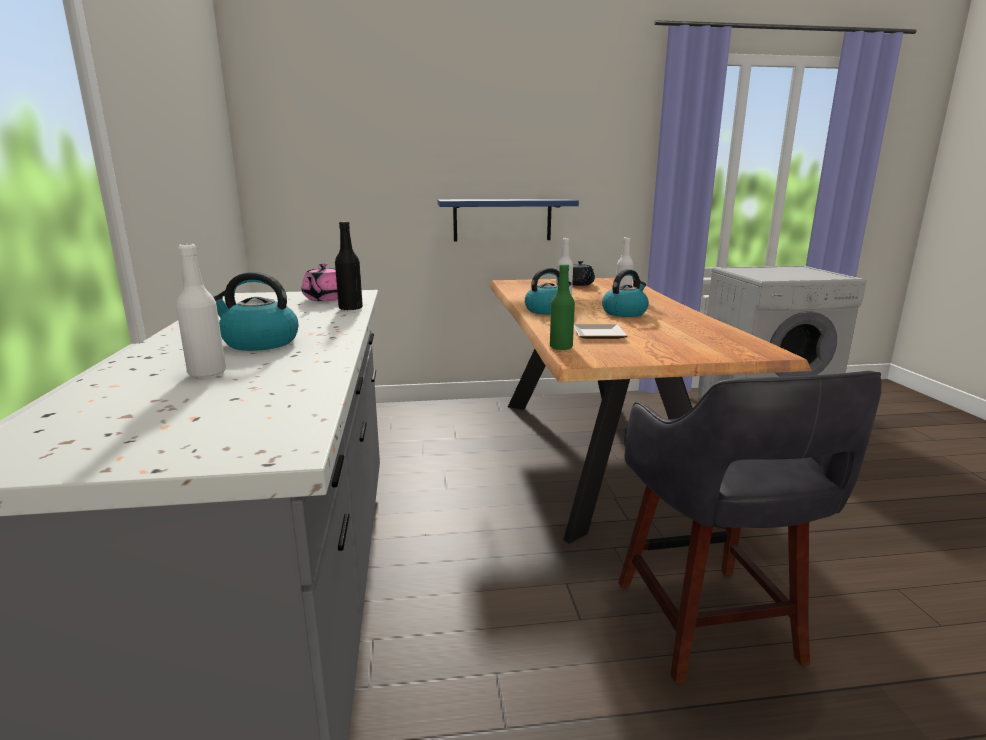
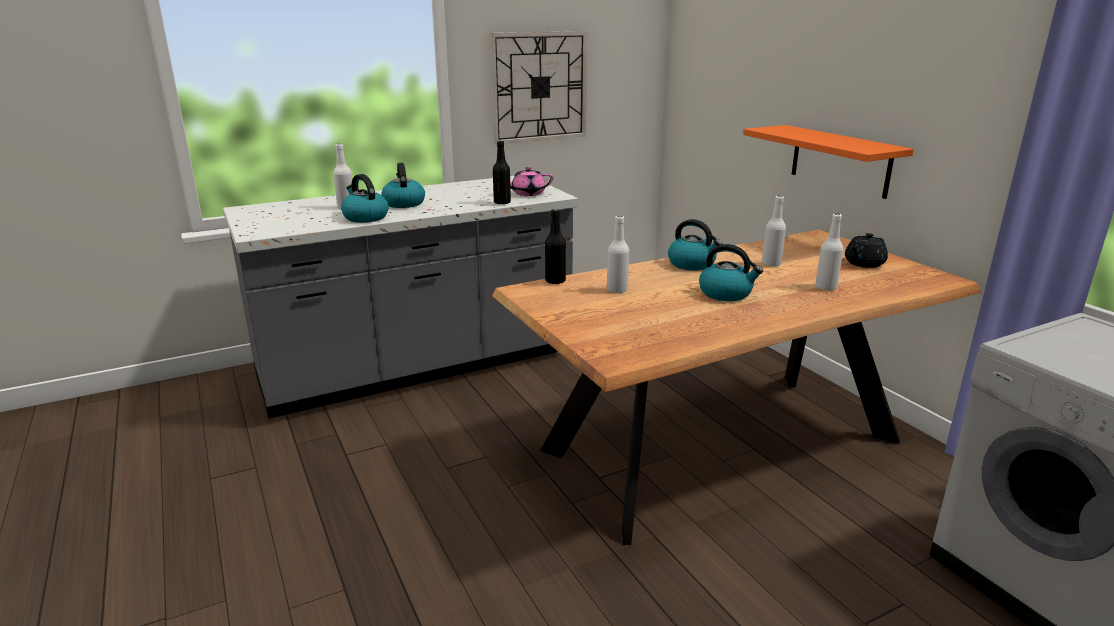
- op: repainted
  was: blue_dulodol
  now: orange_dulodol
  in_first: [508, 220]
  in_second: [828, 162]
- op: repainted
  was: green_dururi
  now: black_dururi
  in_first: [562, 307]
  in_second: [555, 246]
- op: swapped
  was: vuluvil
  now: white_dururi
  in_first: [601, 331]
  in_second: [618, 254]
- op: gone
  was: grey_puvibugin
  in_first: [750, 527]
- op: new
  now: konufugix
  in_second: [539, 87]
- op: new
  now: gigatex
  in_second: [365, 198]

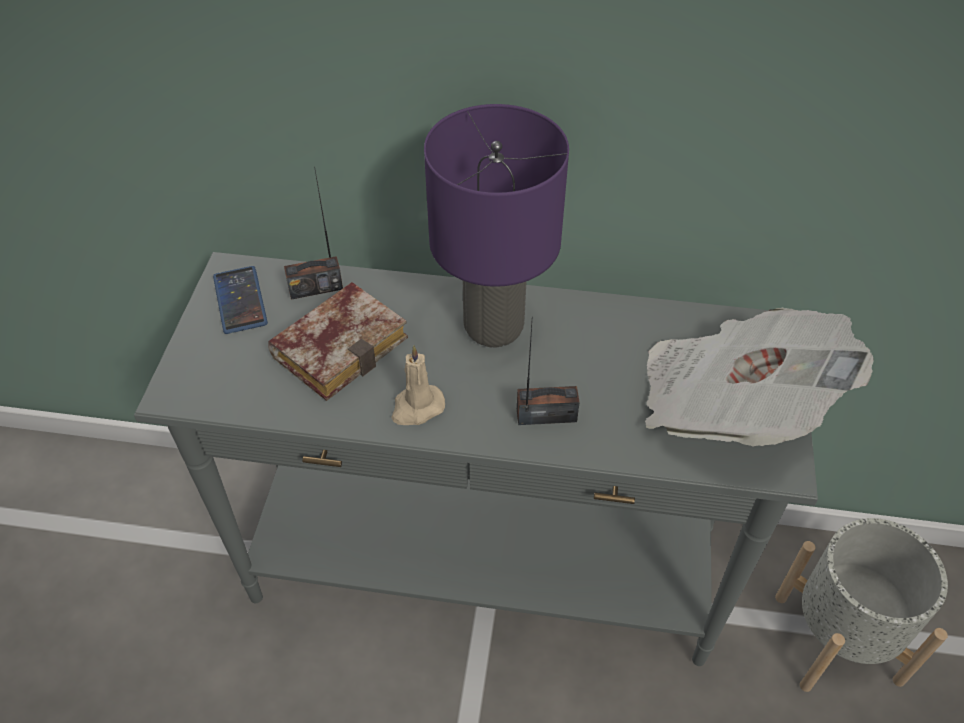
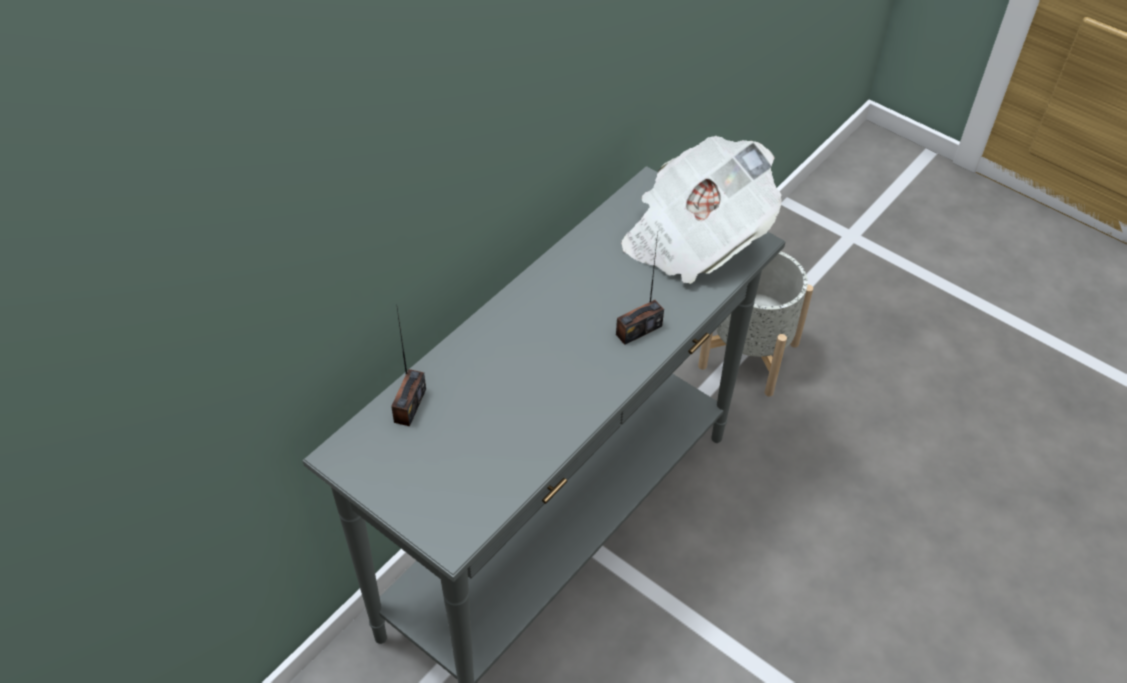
- op: gone
  was: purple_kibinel
  in_first: [496, 226]
- op: gone
  was: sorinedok
  in_first: [240, 300]
- op: gone
  was: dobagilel
  in_first: [338, 341]
- op: rotated
  was: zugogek
  in_first: [548, 374]
  in_second: [640, 288]
  clockwise: -150
- op: gone
  was: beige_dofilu
  in_first: [418, 385]

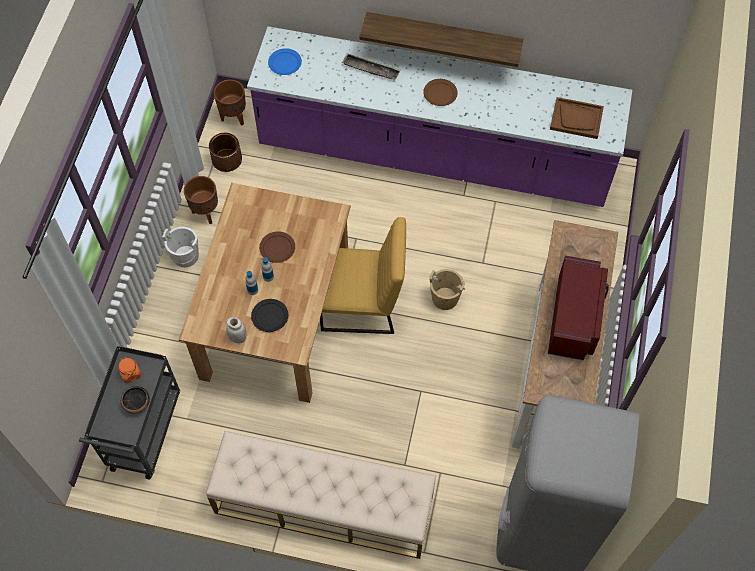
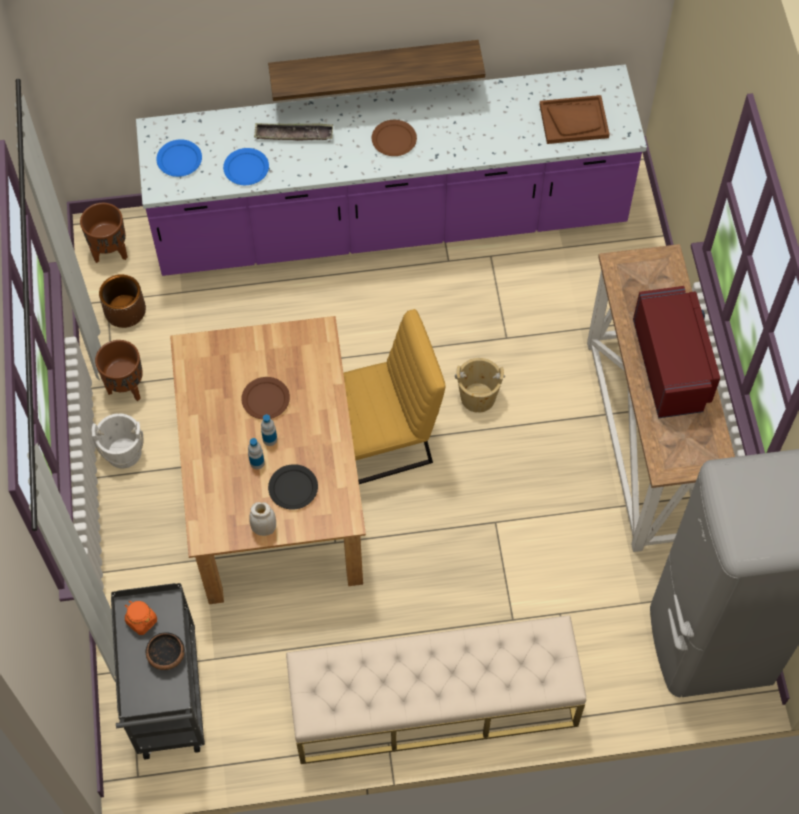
- op: new
  now: blue_vuluvil
  in_second: [246, 166]

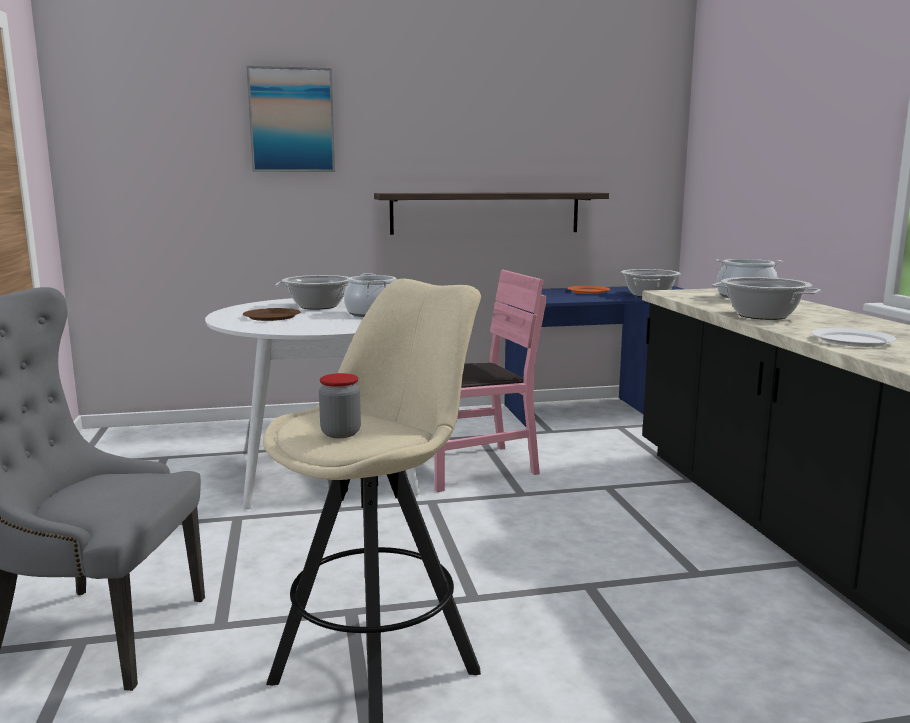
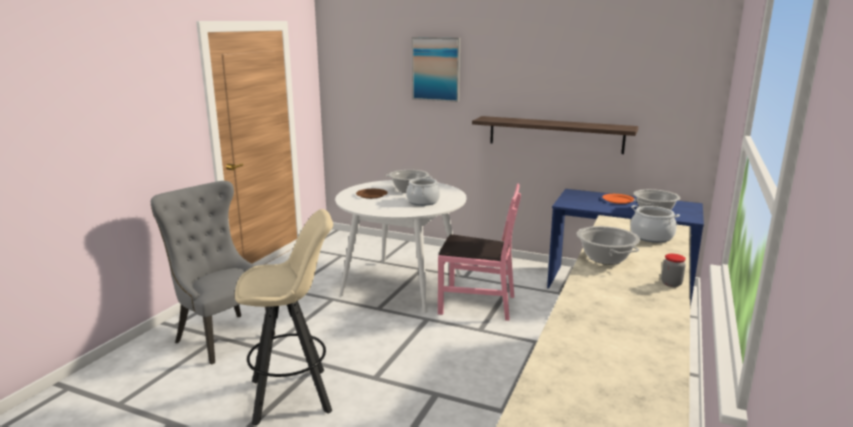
- op: gone
  was: white_vuluvil
  in_first: [854, 337]
- op: shifted
  was: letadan
  in_first: [340, 405]
  in_second: [673, 270]

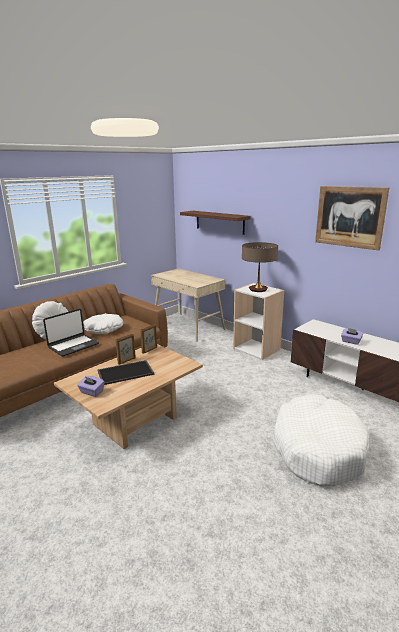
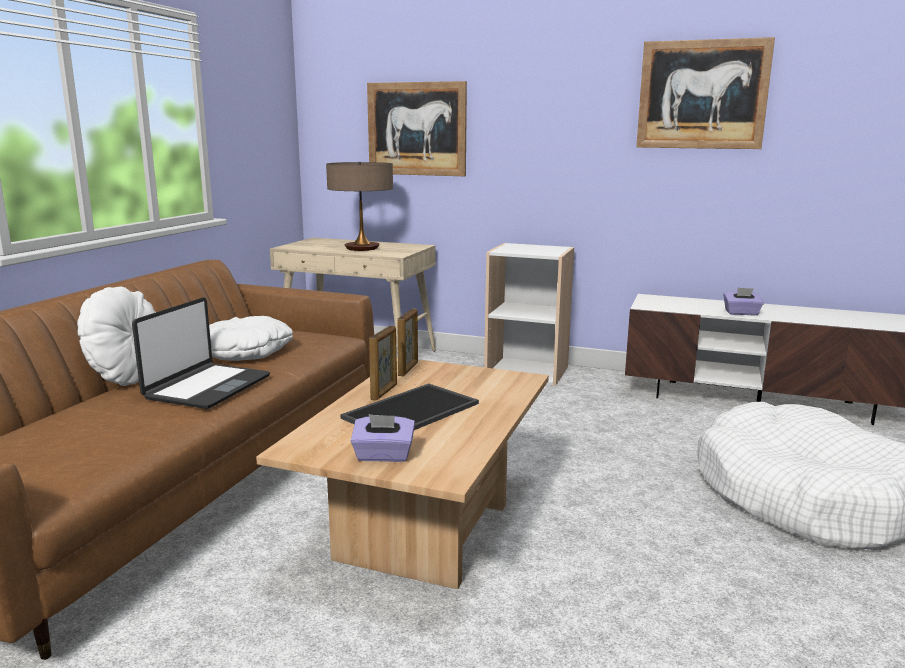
- op: swapped
  was: brown_dulodol
  now: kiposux
  in_first: [215, 223]
  in_second: [417, 128]
- op: shifted
  was: kibinel
  in_first: [260, 267]
  in_second: [359, 206]

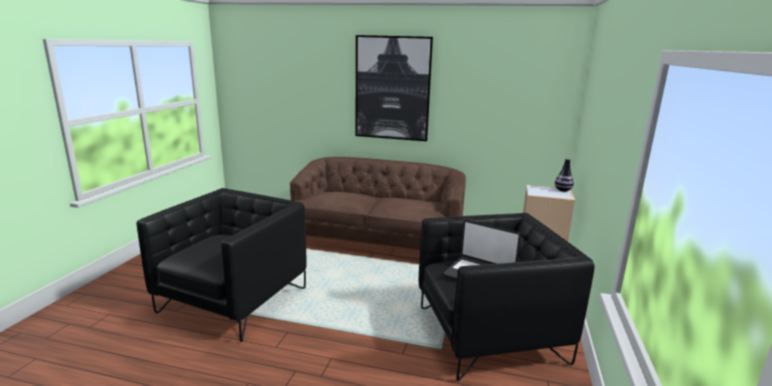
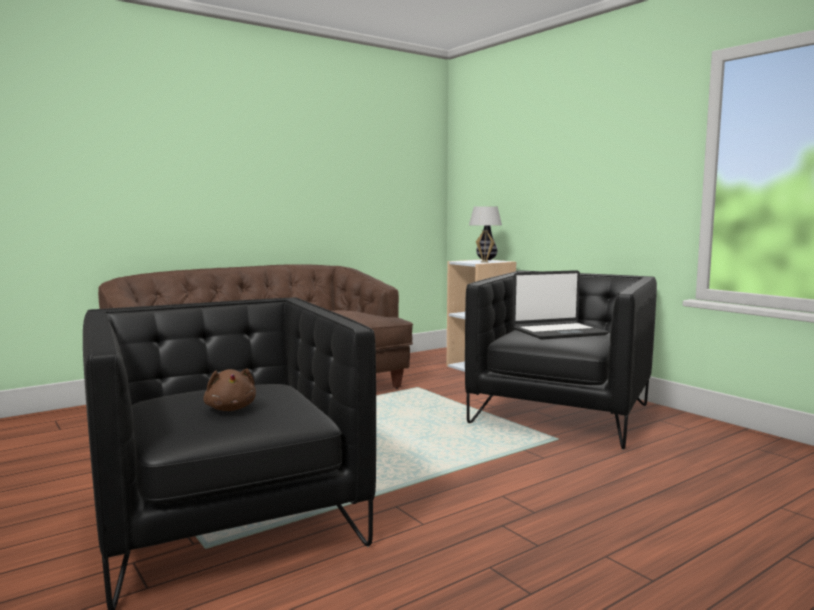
- op: gone
  was: kiposux
  in_first: [394, 88]
- op: new
  now: white_kibinel
  in_second: [485, 234]
- op: new
  now: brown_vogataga
  in_second: [229, 390]

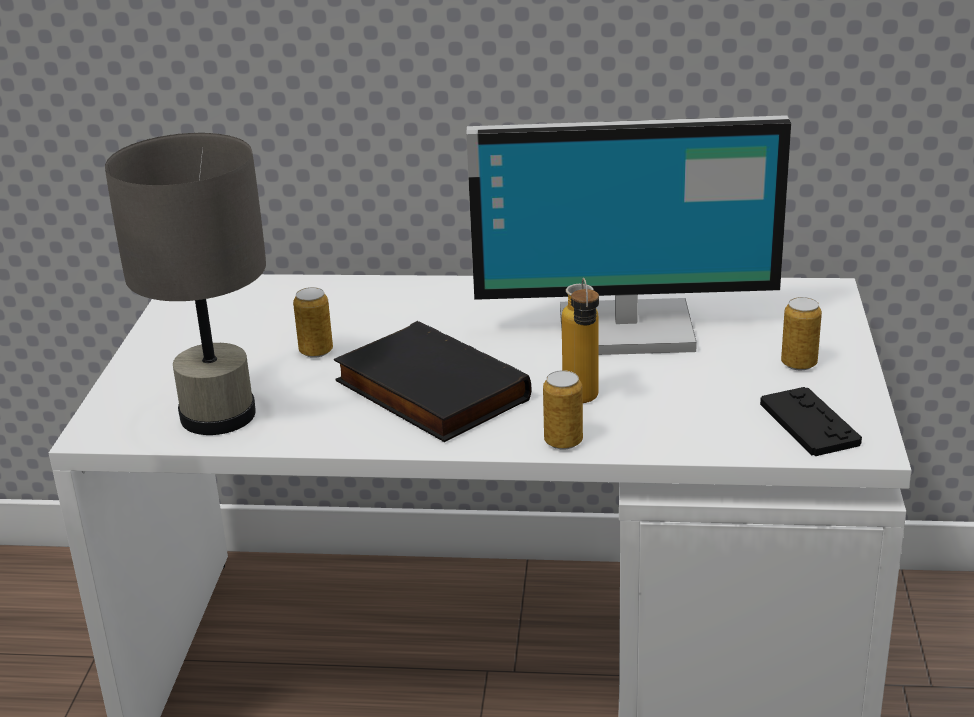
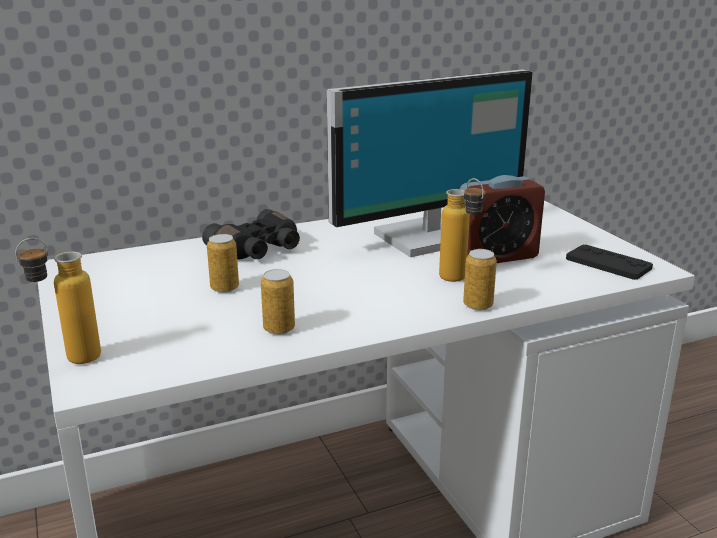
- op: gone
  was: grey_kibinel
  in_first: [185, 284]
- op: shifted
  was: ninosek
  in_first: [801, 333]
  in_second: [278, 302]
- op: gone
  was: black_dobagilel
  in_first: [432, 381]
- op: new
  now: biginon
  in_second: [502, 219]
- op: new
  now: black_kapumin
  in_second: [251, 234]
- op: new
  now: dururi
  in_second: [58, 301]

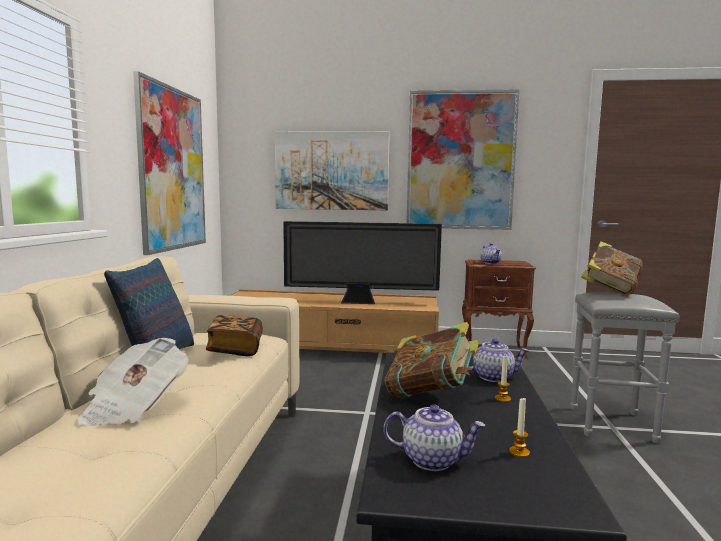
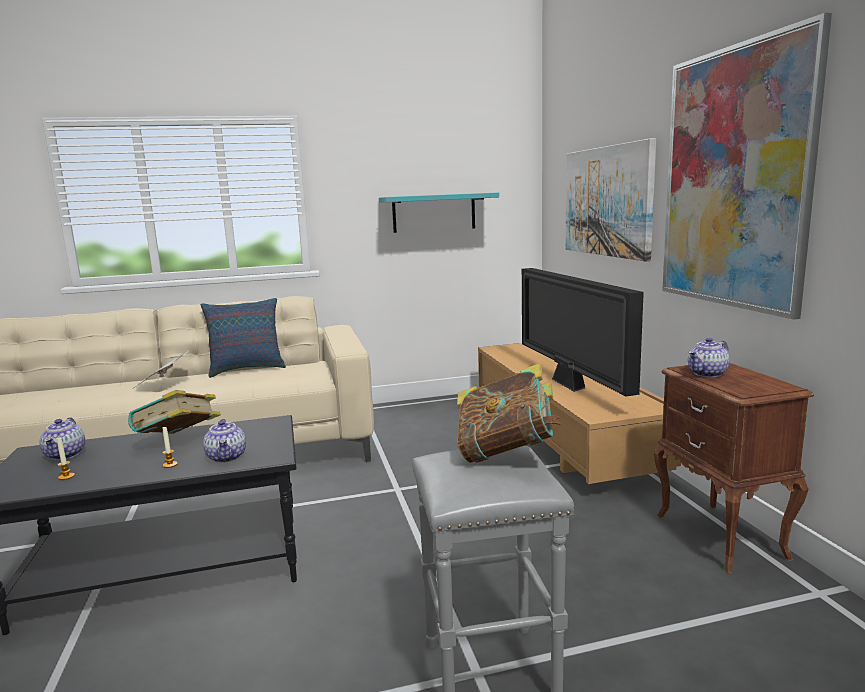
- op: swapped
  was: kiposux
  now: turquoise_dulodol
  in_first: [169, 163]
  in_second: [439, 212]
- op: gone
  was: dobagilel
  in_first: [234, 335]

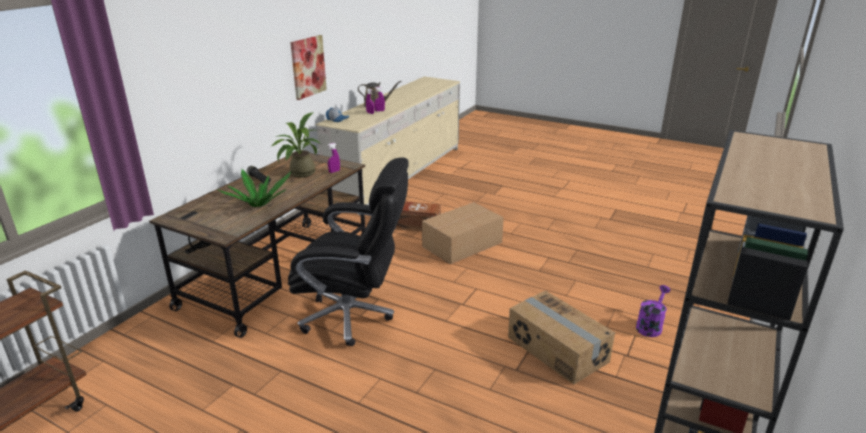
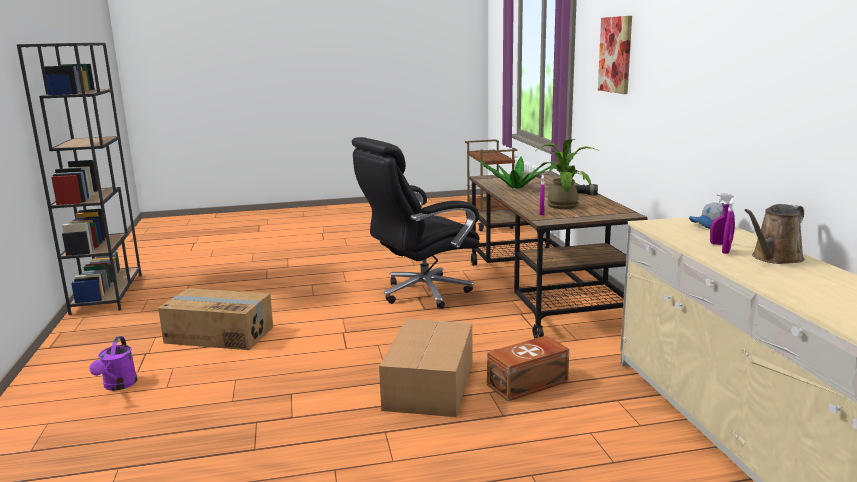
- op: shifted
  was: kiposux
  in_first: [308, 67]
  in_second: [615, 55]

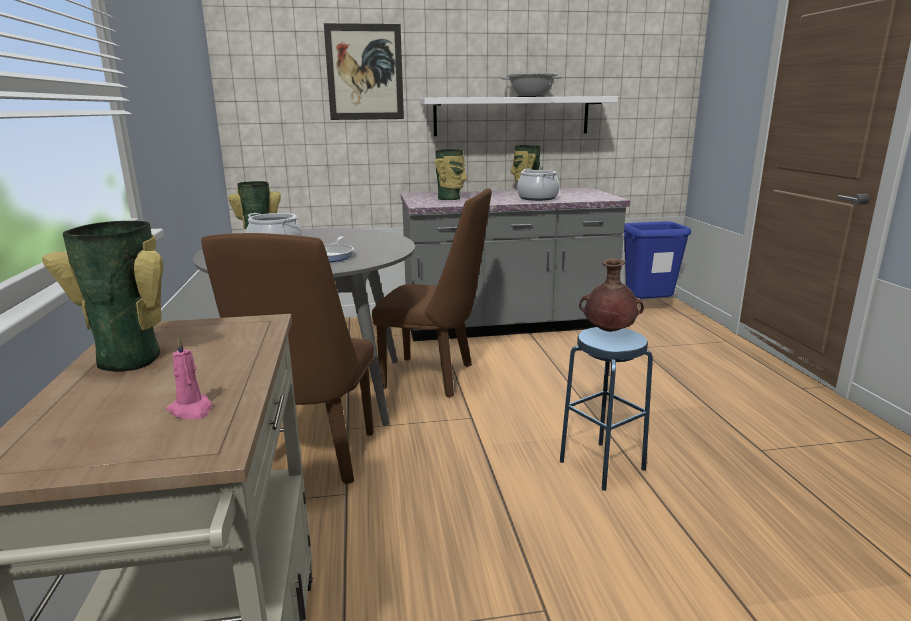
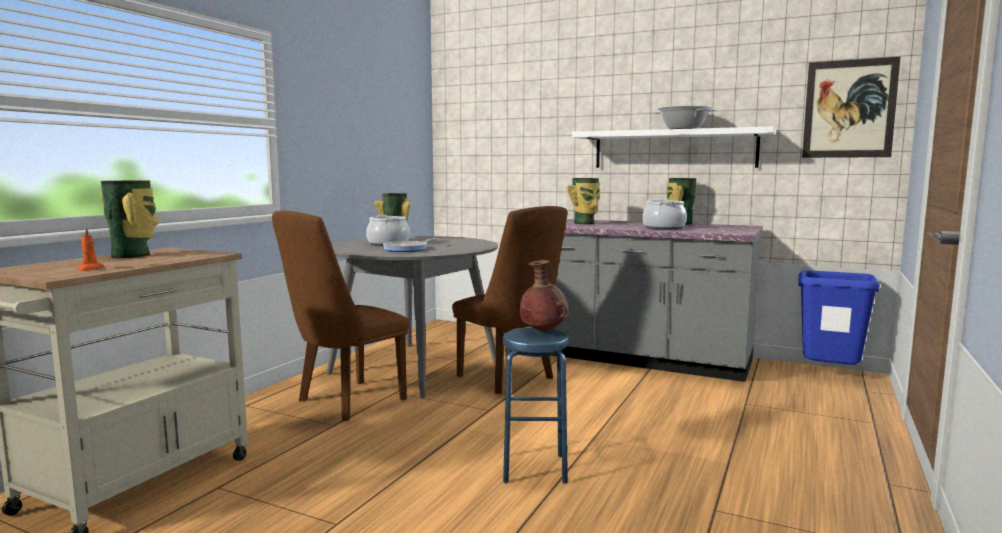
- op: shifted
  was: kiposux
  in_first: [364, 71]
  in_second: [851, 107]
- op: repainted
  was: pink_dofilu
  now: orange_dofilu
  in_first: [189, 378]
  in_second: [90, 249]

